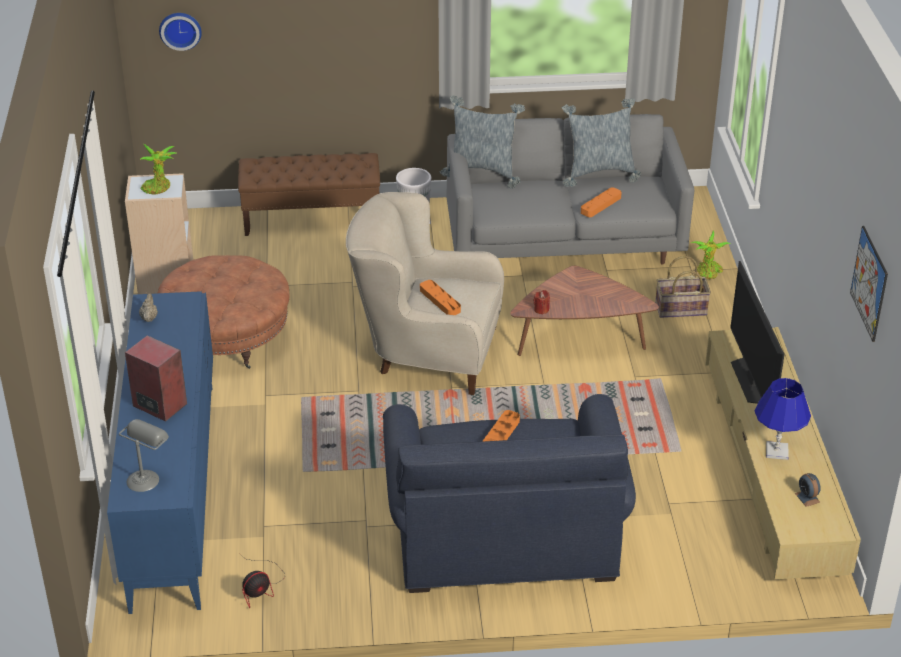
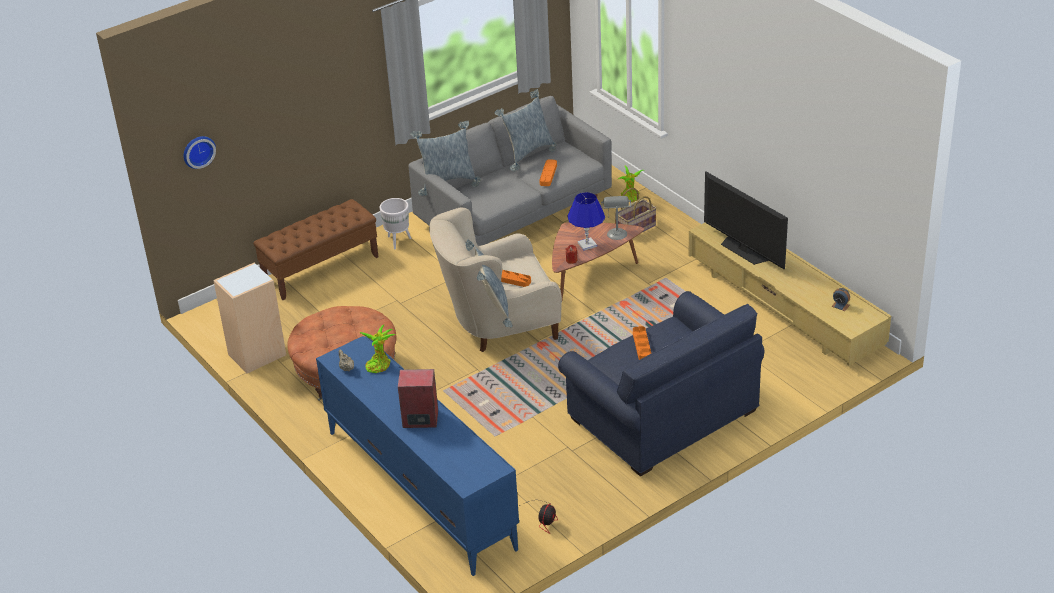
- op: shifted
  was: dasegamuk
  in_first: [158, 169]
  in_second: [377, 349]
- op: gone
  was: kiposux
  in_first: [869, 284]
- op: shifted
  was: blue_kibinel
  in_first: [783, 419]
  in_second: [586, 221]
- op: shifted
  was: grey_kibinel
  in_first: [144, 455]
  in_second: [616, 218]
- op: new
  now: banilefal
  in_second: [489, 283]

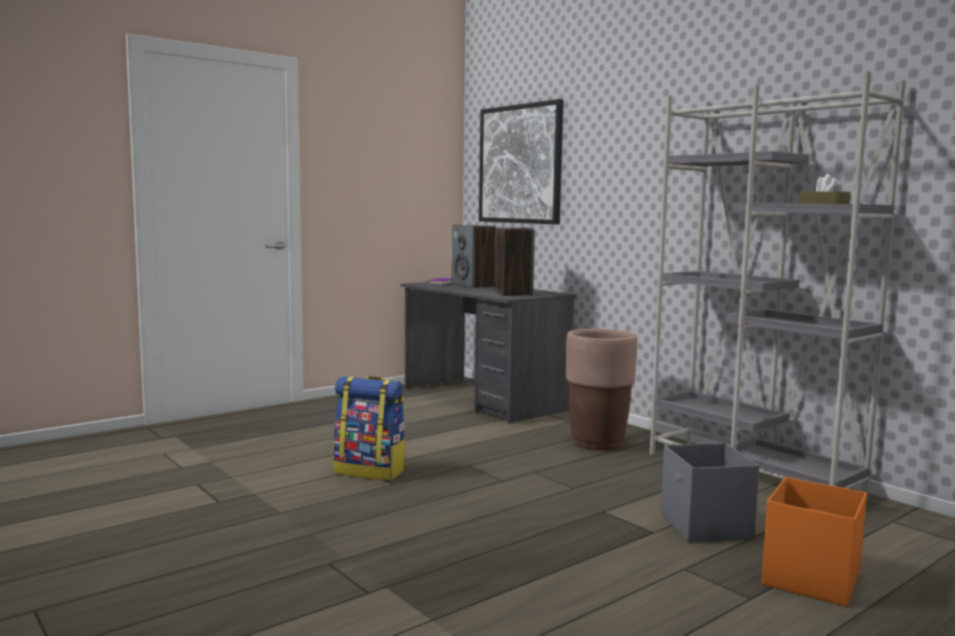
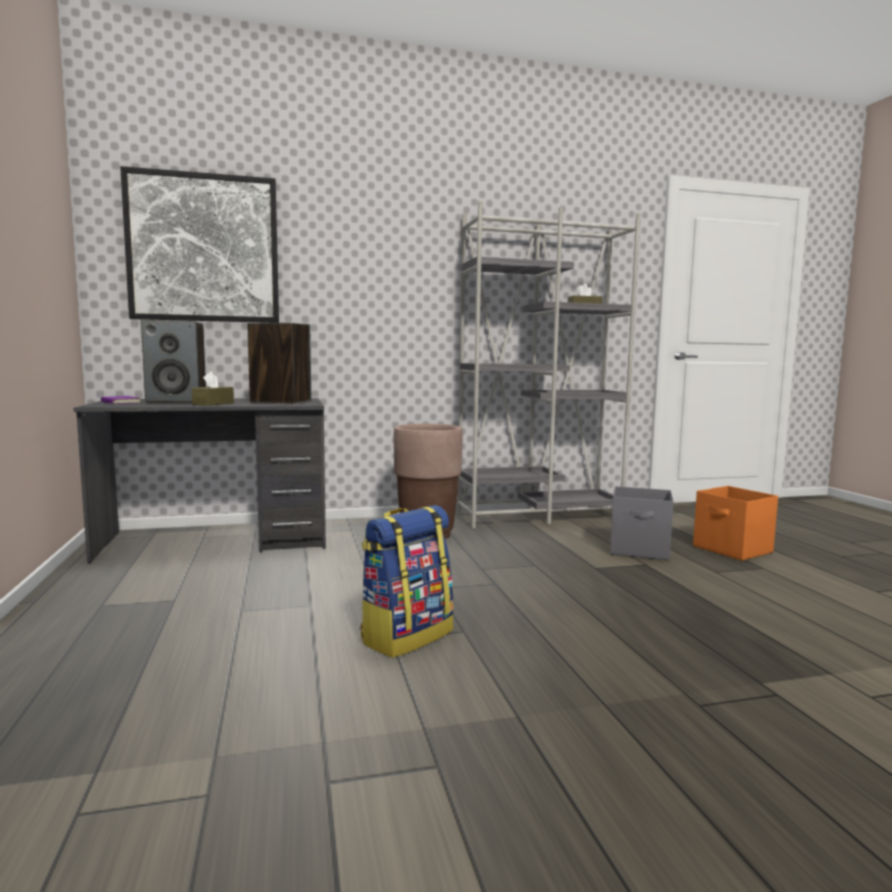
- op: new
  now: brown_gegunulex
  in_second: [213, 388]

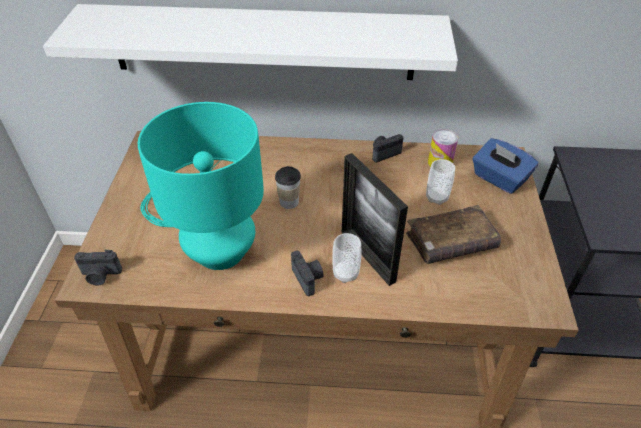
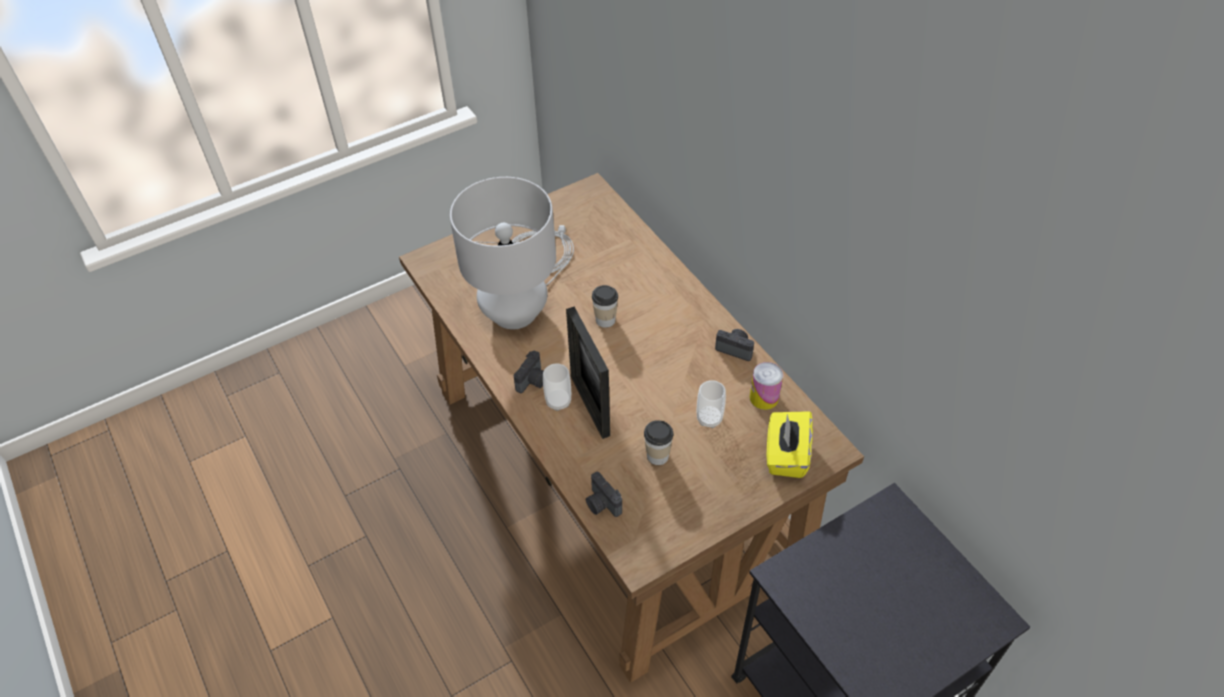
- op: gone
  was: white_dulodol
  in_first: [250, 42]
- op: repainted
  was: turquoise_kibinel
  now: grey_kibinel
  in_first: [201, 186]
  in_second: [512, 253]
- op: repainted
  was: blue_gegunulex
  now: yellow_gegunulex
  in_first: [505, 166]
  in_second: [790, 444]
- op: rotated
  was: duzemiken
  in_first: [375, 219]
  in_second: [588, 373]
  clockwise: -45
- op: swapped
  was: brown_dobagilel
  now: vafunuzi
  in_first: [453, 234]
  in_second: [658, 442]
- op: shifted
  was: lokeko
  in_first: [98, 268]
  in_second: [604, 494]

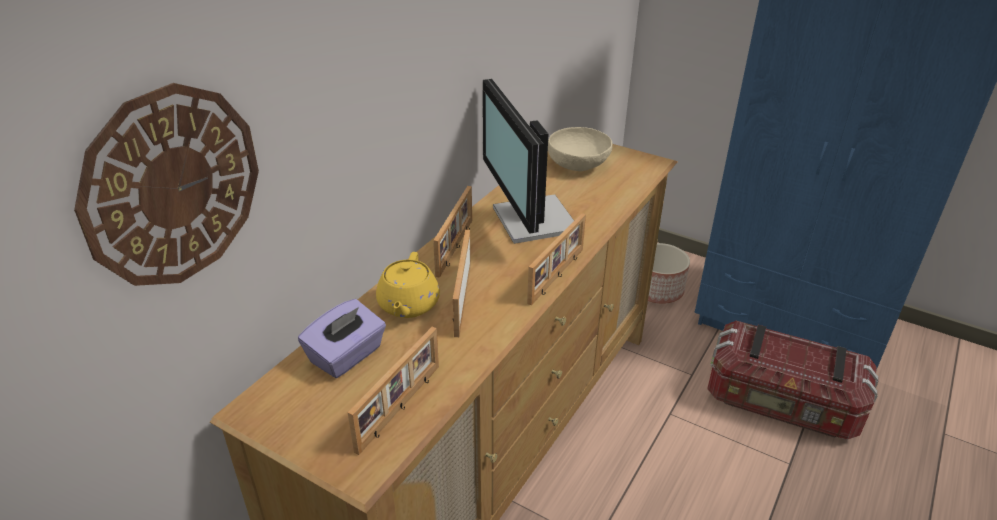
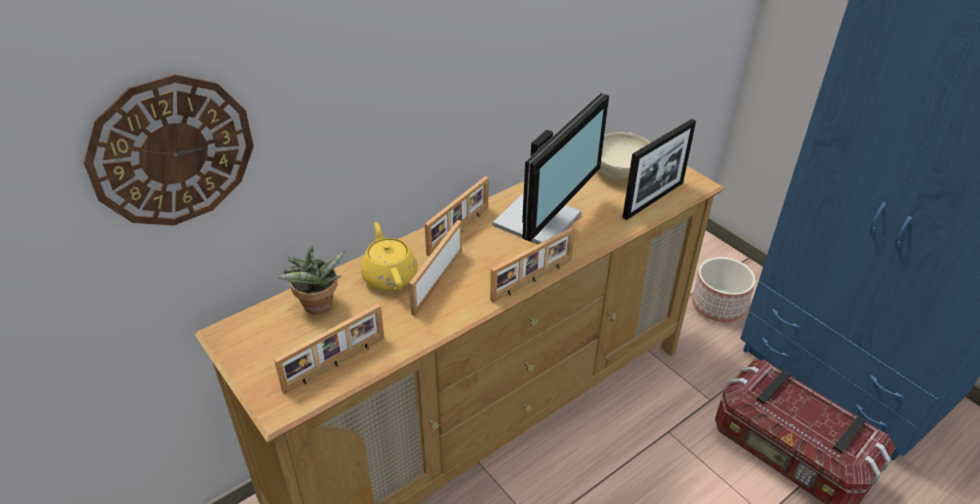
- op: rotated
  was: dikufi
  in_first: [528, 161]
  in_second: [550, 168]
  clockwise: -150
- op: rotated
  was: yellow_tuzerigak
  in_first: [408, 285]
  in_second: [389, 256]
  clockwise: 135
- op: swapped
  was: purple_gegunulex
  now: dasegamuk
  in_first: [342, 338]
  in_second: [312, 280]
- op: new
  now: duzemiken
  in_second: [659, 169]

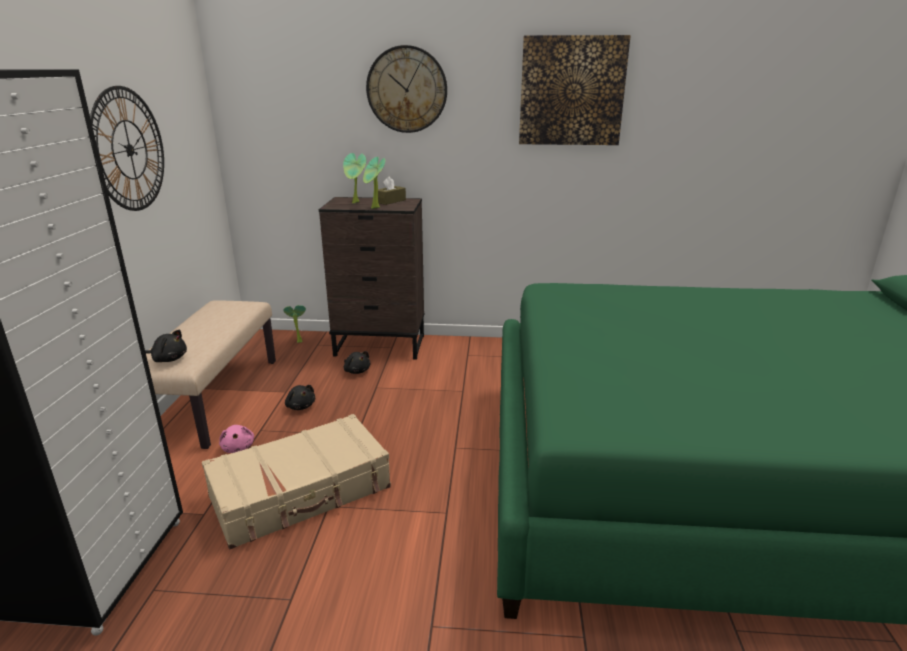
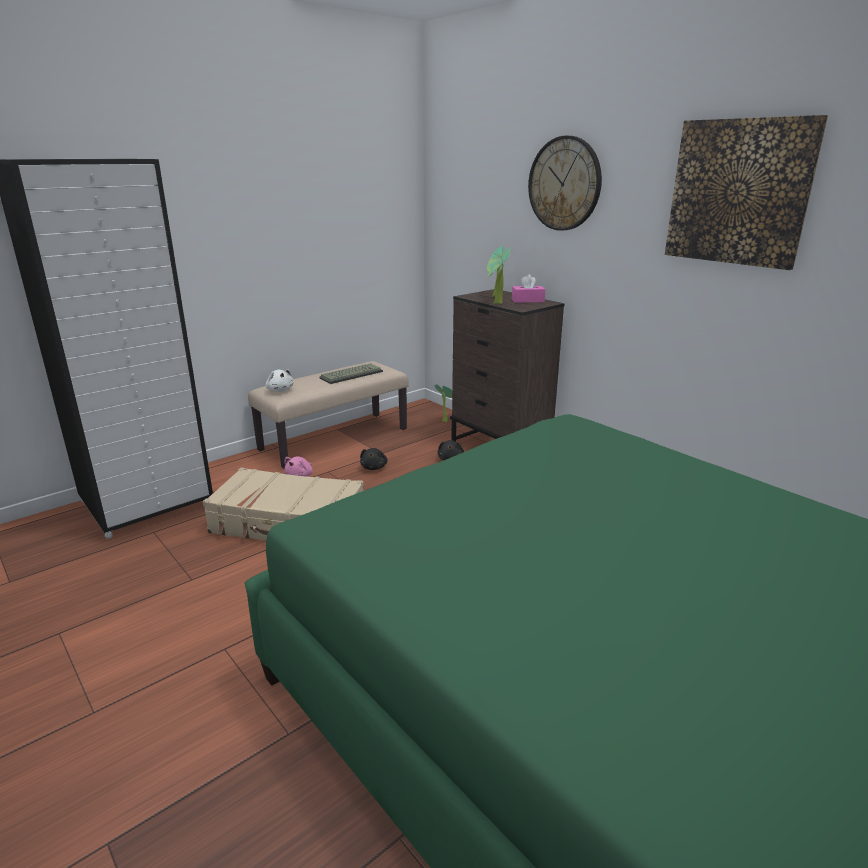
- op: gone
  was: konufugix
  in_first: [127, 148]
- op: repainted
  was: brown_gegunulex
  now: pink_gegunulex
  in_first: [392, 190]
  in_second: [528, 288]
- op: repainted
  was: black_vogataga
  now: white_vogataga
  in_first: [166, 346]
  in_second: [280, 380]
- op: new
  now: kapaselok
  in_second: [351, 373]

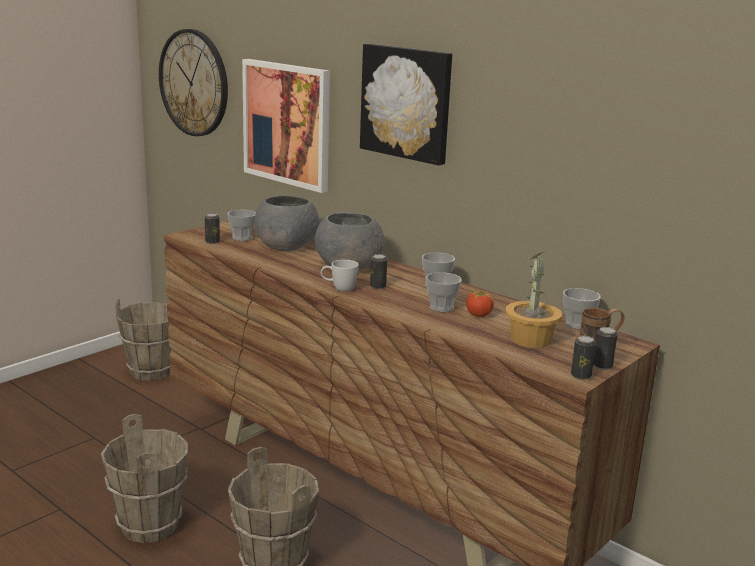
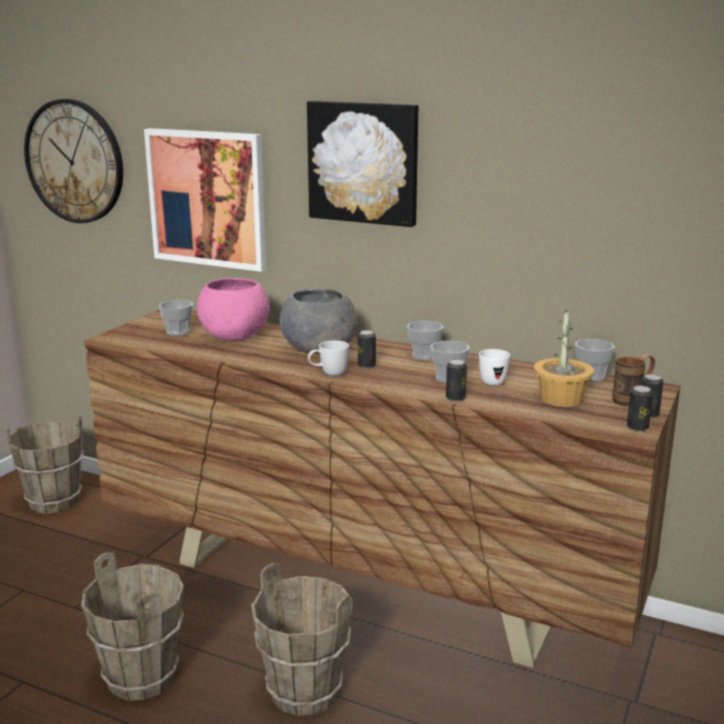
- op: repainted
  was: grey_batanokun
  now: pink_batanokun
  in_first: [287, 223]
  in_second: [233, 309]
- op: shifted
  was: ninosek
  in_first: [212, 228]
  in_second: [456, 380]
- op: swapped
  was: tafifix
  now: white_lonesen
  in_first: [480, 302]
  in_second: [494, 367]

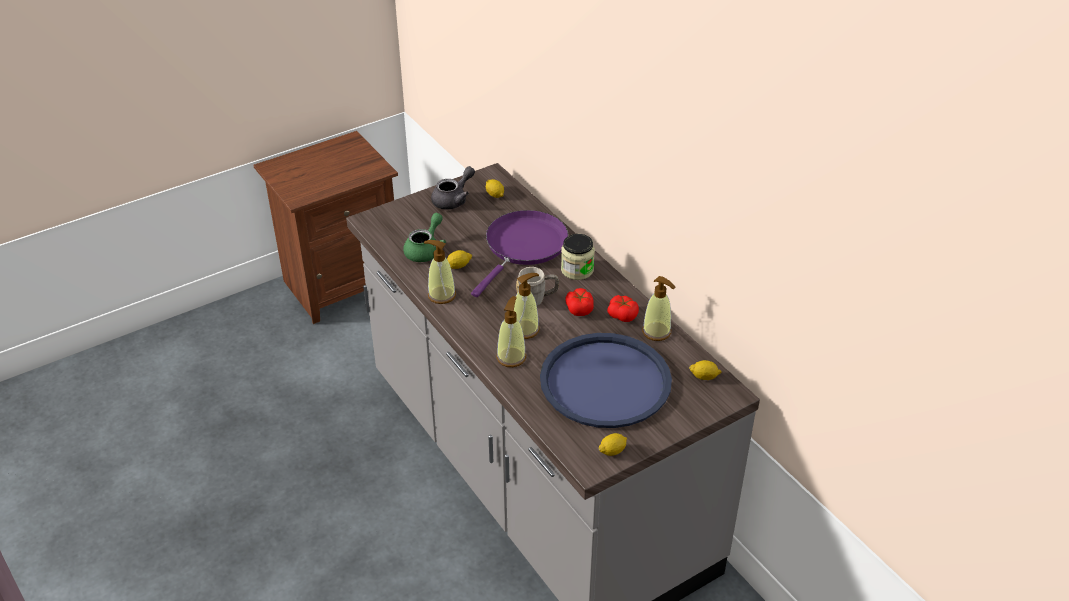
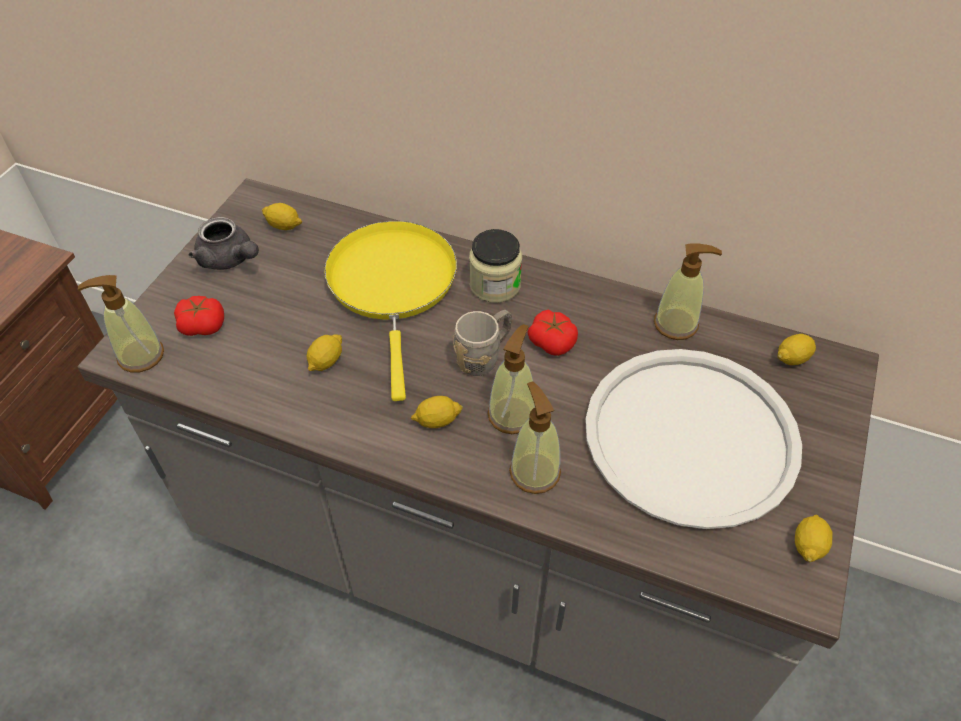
- op: rotated
  was: grey_tuzerigak
  in_first: [453, 188]
  in_second: [224, 243]
  clockwise: 120
- op: repainted
  was: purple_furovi
  now: yellow_furovi
  in_first: [520, 253]
  in_second: [390, 311]
- op: gone
  was: green_tuzerigak
  in_first: [424, 237]
- op: shifted
  was: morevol
  in_first: [440, 272]
  in_second: [121, 324]
- op: shifted
  was: tafifix
  in_first: [623, 308]
  in_second: [199, 316]
- op: repainted
  was: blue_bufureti
  now: white_bufureti
  in_first: [606, 380]
  in_second: [693, 439]
- op: new
  now: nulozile
  in_second: [437, 412]

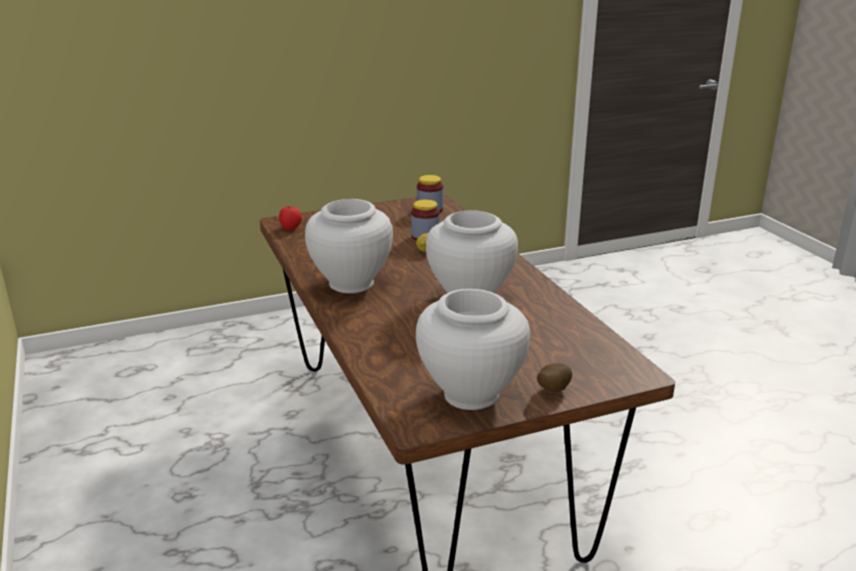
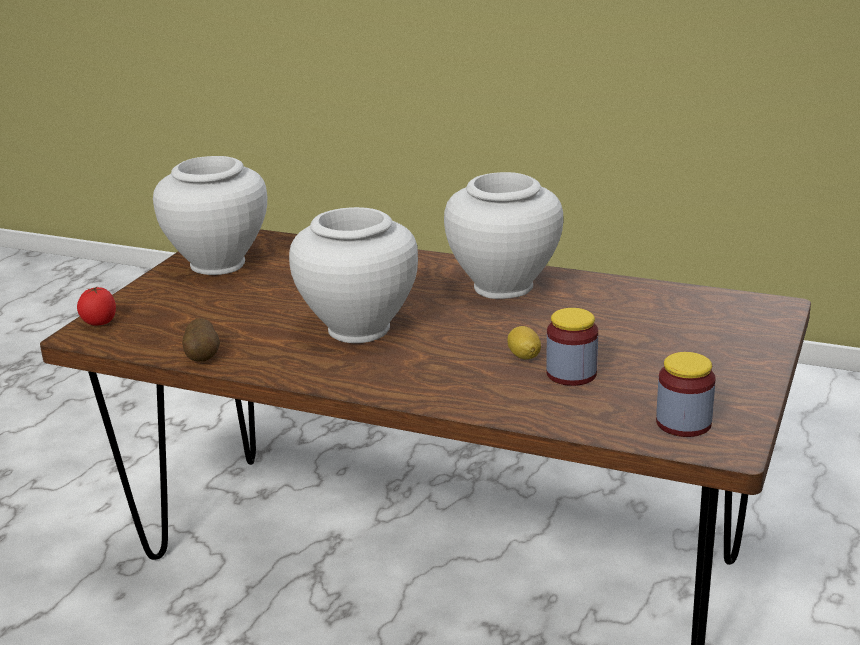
- op: shifted
  was: tafifix
  in_first: [290, 218]
  in_second: [96, 305]
- op: shifted
  was: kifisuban
  in_first: [554, 377]
  in_second: [201, 340]

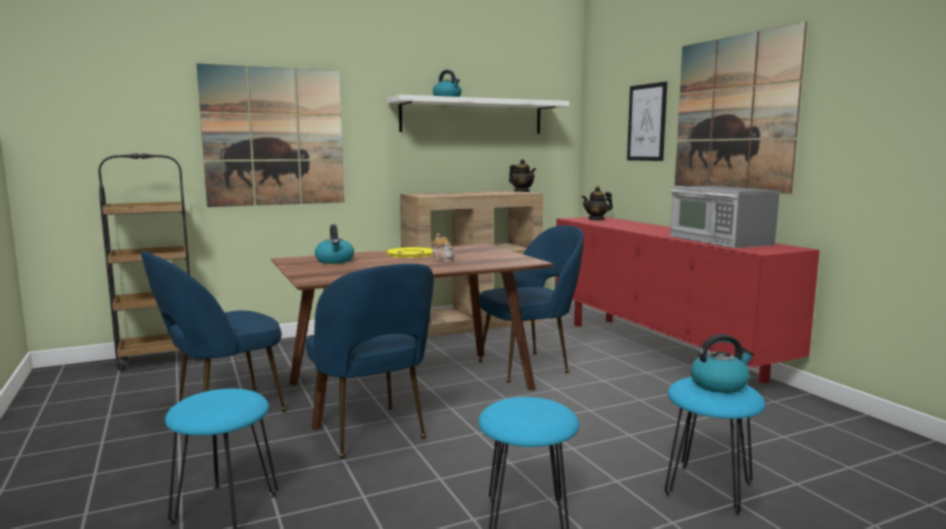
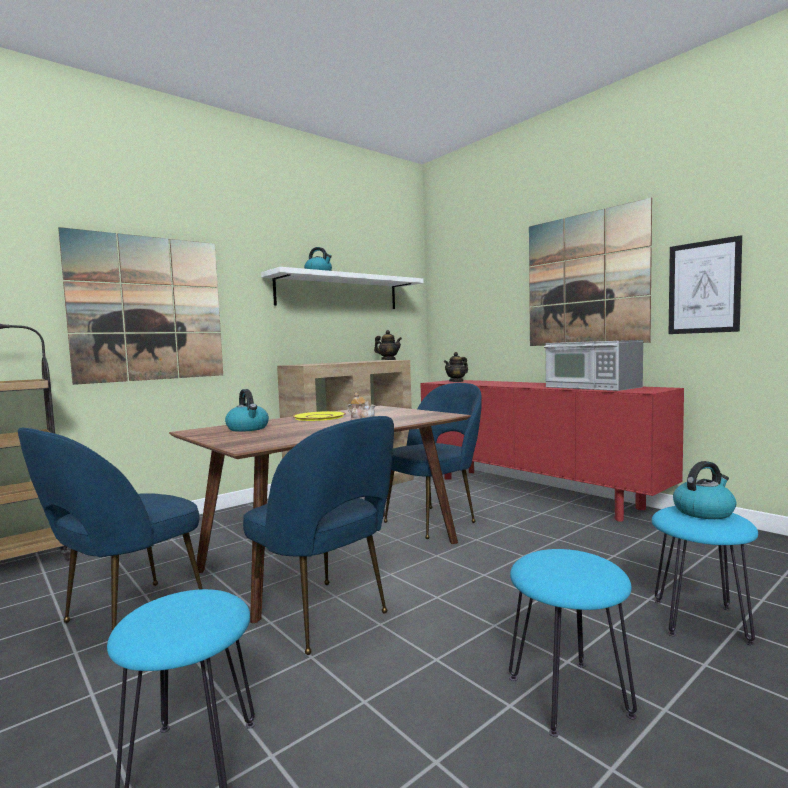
- op: shifted
  was: kiposux
  in_first: [647, 121]
  in_second: [705, 284]

